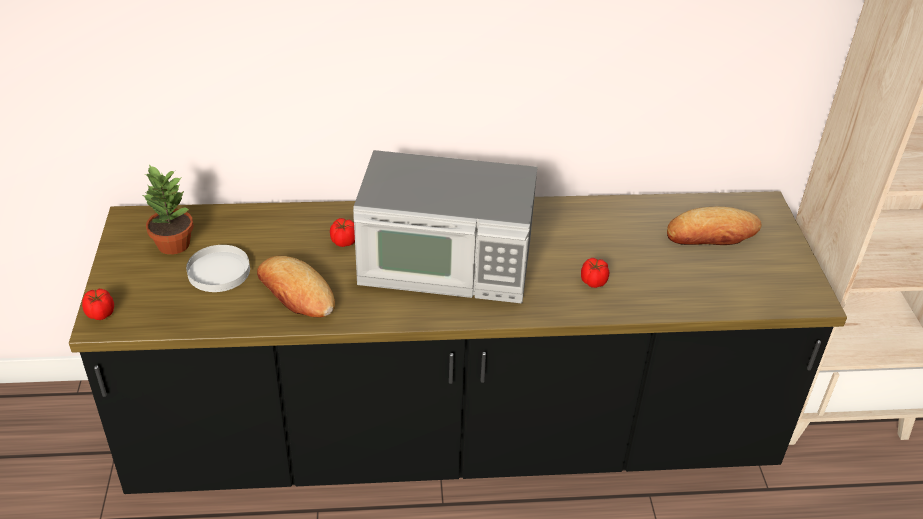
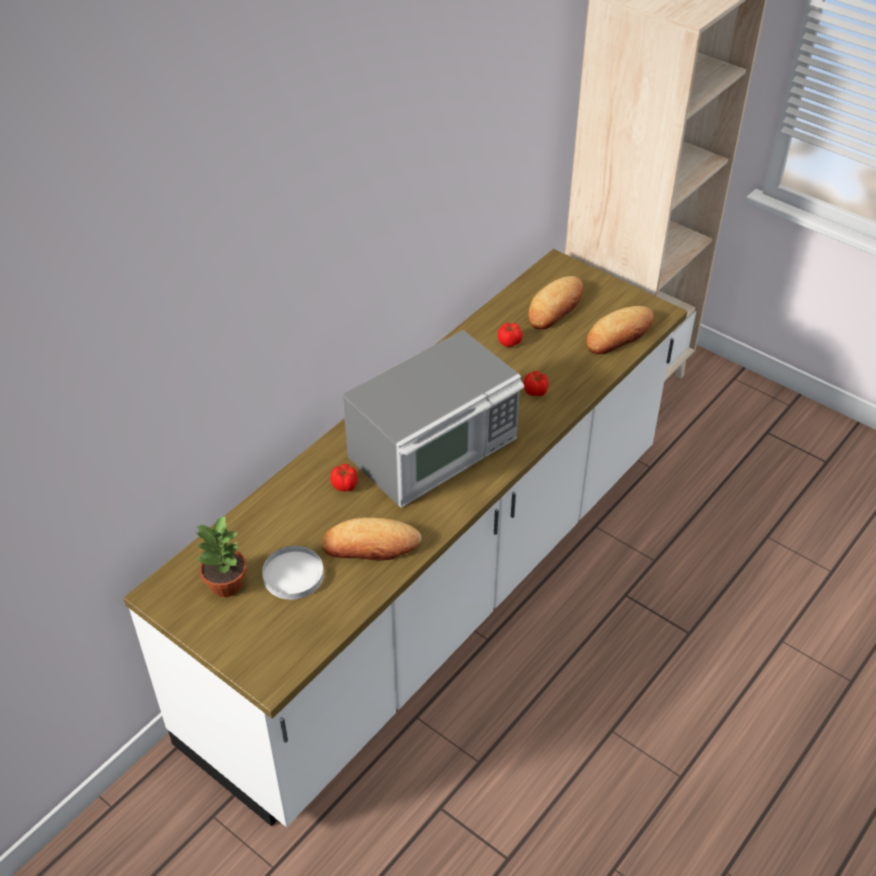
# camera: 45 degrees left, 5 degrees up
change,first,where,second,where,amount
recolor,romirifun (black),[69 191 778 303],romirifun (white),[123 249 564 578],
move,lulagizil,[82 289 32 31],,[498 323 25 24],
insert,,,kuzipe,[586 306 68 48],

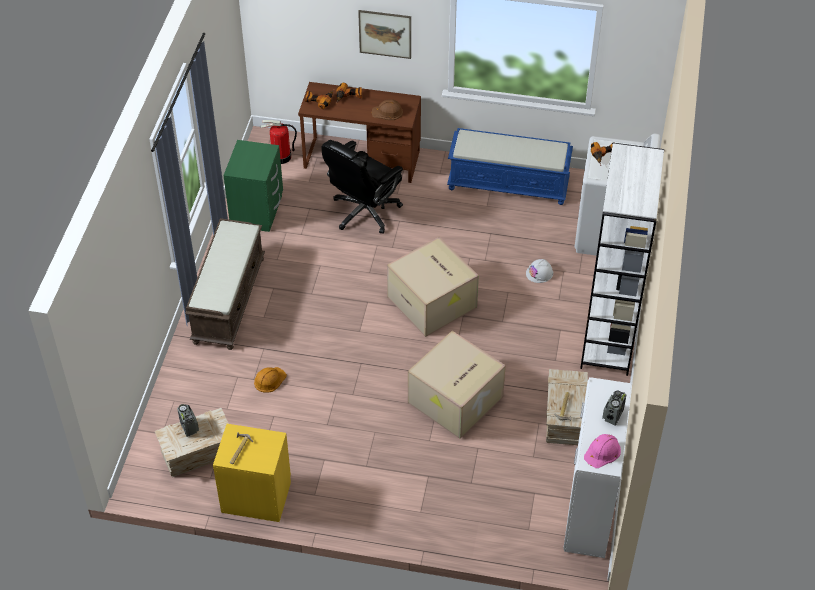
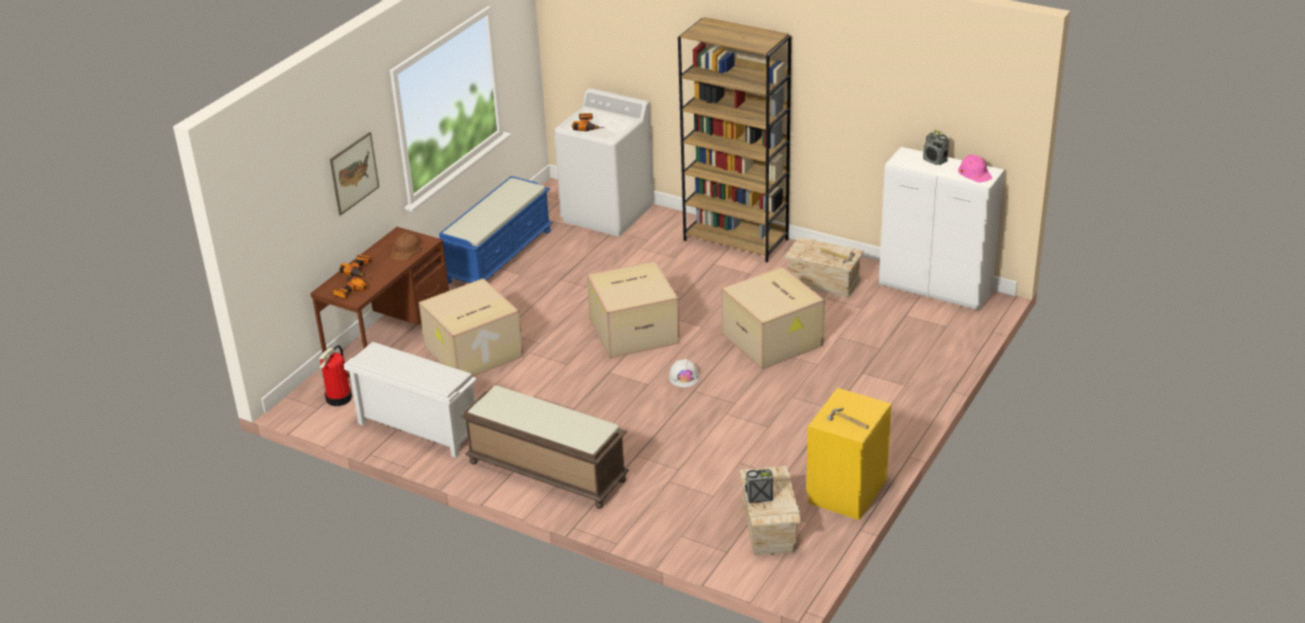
# camera: 70 degrees left, 15 degrees down
change,first,where,second,where,amount
replace,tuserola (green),[223 140 60 92],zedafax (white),[344 342 133 116],
replace,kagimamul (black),[322 140 81 94],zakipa,[419 278 105 99],
recolor,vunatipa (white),[580 143 84 233],vunatipa (brown),[678 17 113 246],
move,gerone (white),[526 259 28 24],,[669 359 31 28],
delete,gerone (orange),[254 367 33 25],,,

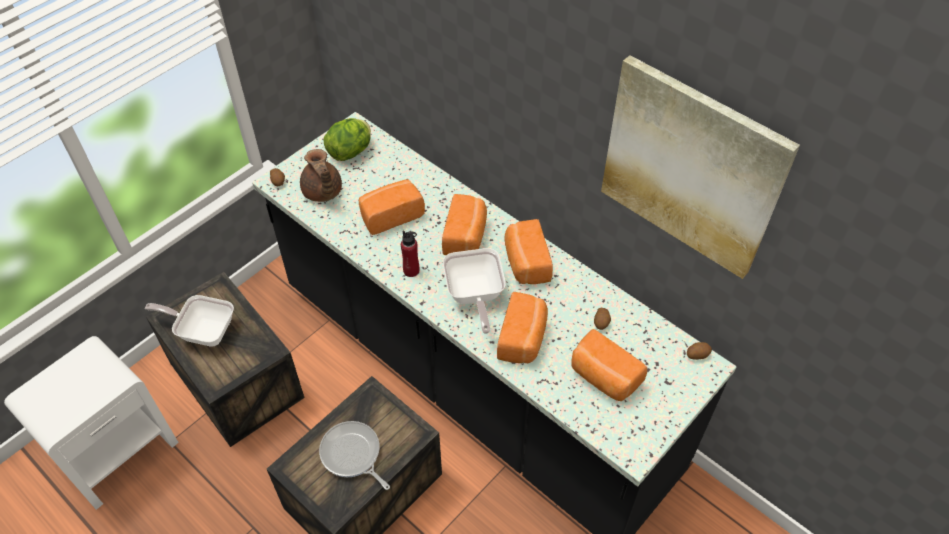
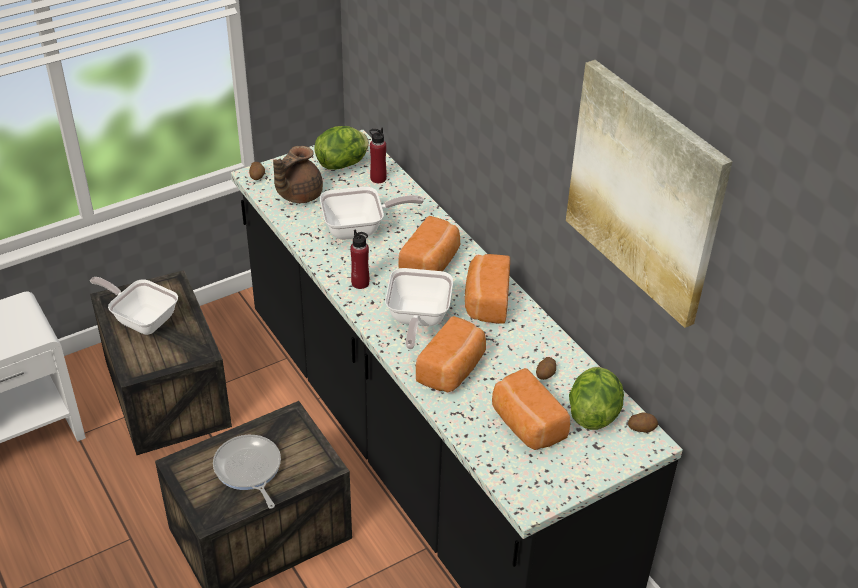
# camera: 15 degrees right, 10 degrees down
change,first,where,second,where,amount
rotate,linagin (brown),[300 149 42 53],,[273 146 50 57],45 degrees clockwise
replace,kuzipe,[359 179 66 56],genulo,[320 187 104 53],
insert,,,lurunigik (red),[369 128 18 55],
insert,,,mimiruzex,[569 367 55 63],

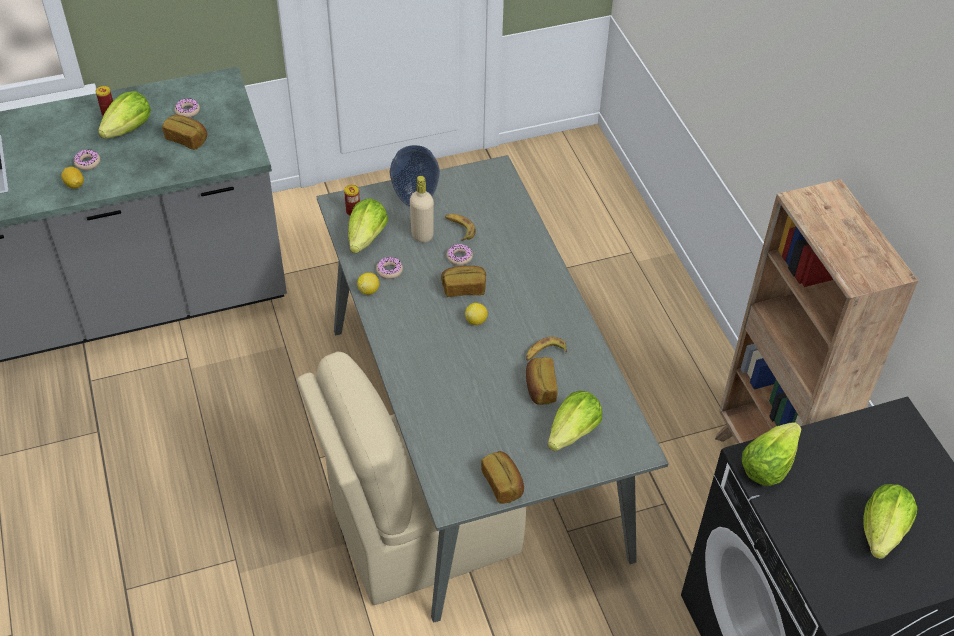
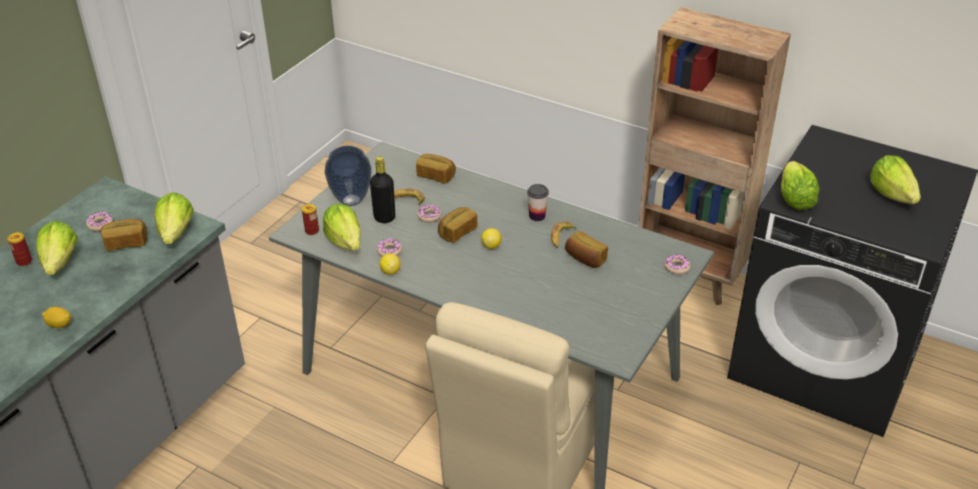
# camera: 40 degrees left, 10 degrees down
change,first,where,second,where,amount
move,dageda,[74 149 26 21],,[665 255 25 20],
recolor,lurunigik (beige),[410 176 24 67],lurunigik (black),[370 157 25 66],
move,mimiruzex,[548 391 54 60],,[155 192 39 52],
move,kuzipe,[481 451 43 53],,[416 154 40 29],
insert,,,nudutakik,[527 184 22 37],

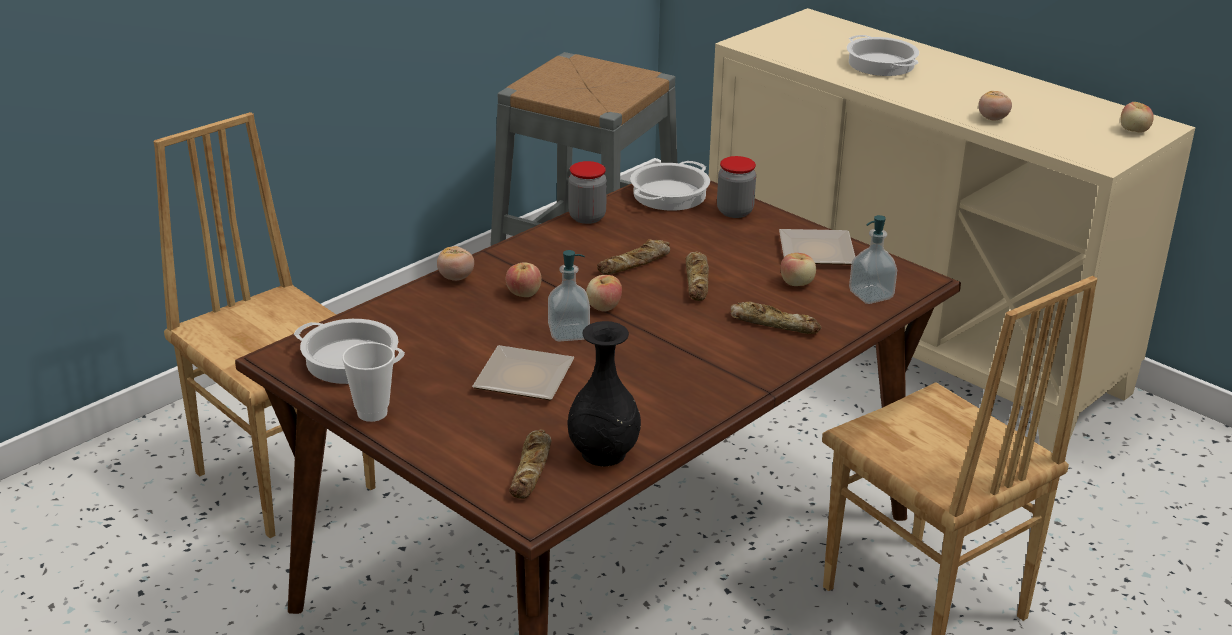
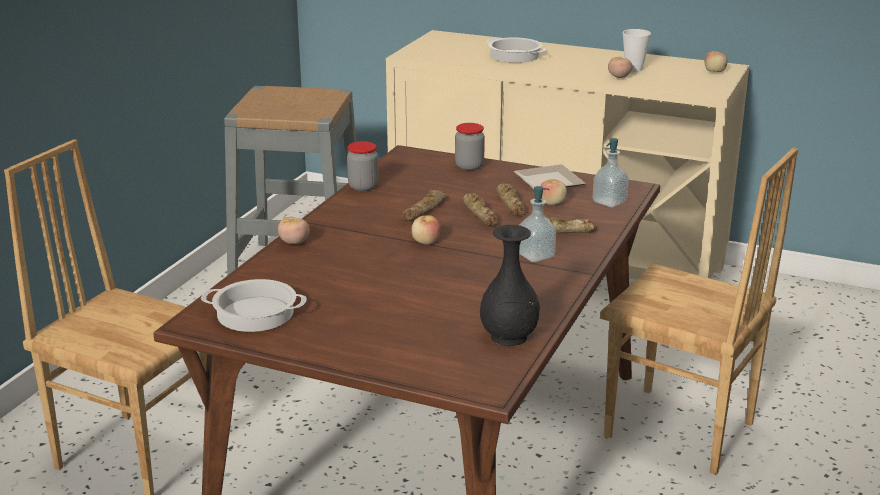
# camera: 20 degrees left, 5 degrees down
change,first,where,second,where,amount
delete,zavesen,[630 161 80 50],,,
move,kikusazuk,[548 250 42 91],,[519 186 37 76],
delete,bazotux,[506 262 35 35],,,
move,nudutakik,[342 342 52 80],,[622 29 29 43],
delete,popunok,[472 345 103 55],,,
move,kuzipe,[509 429 42 70],,[496 183 30 33],

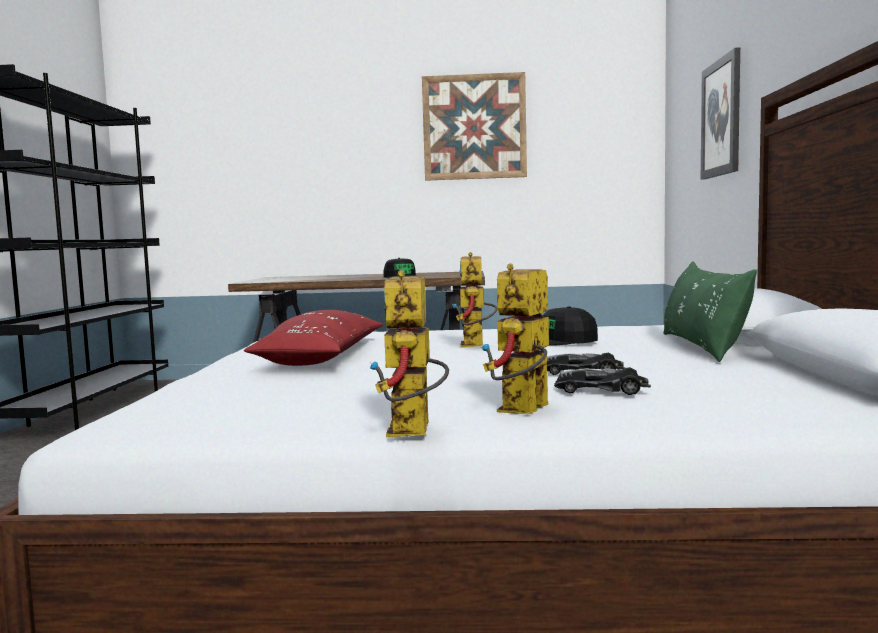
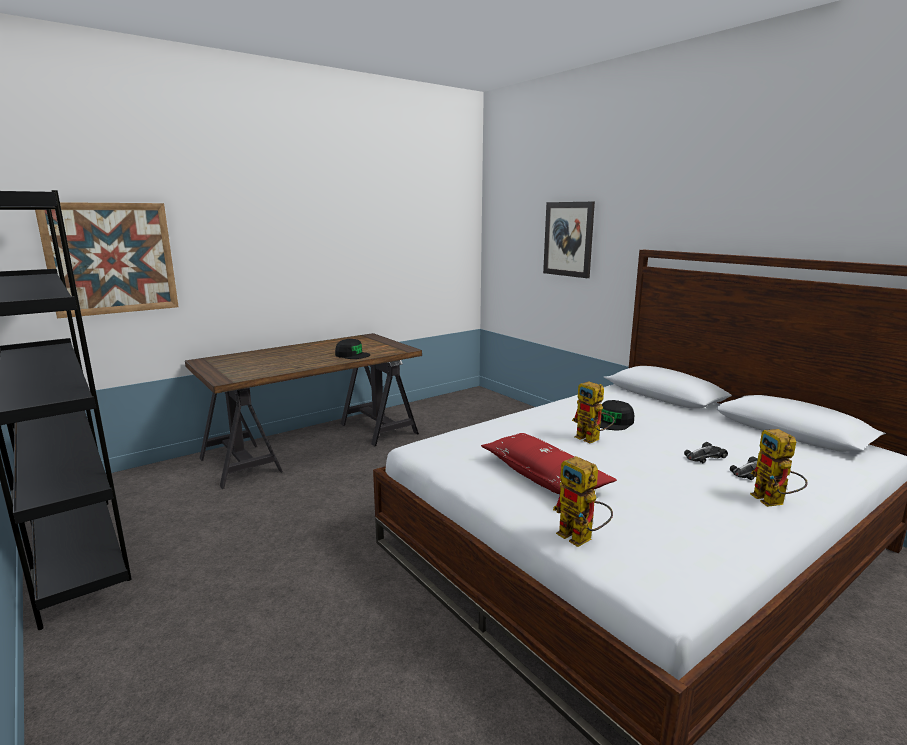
# camera: 40 degrees left, 10 degrees up
change,first,where,second,where,amount
move,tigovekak,[422 72 105 109],,[35 202 144 116],
delete,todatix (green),[663 261 94 101],,,
move,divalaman,[369 270 80 167],,[553 456 60 91],

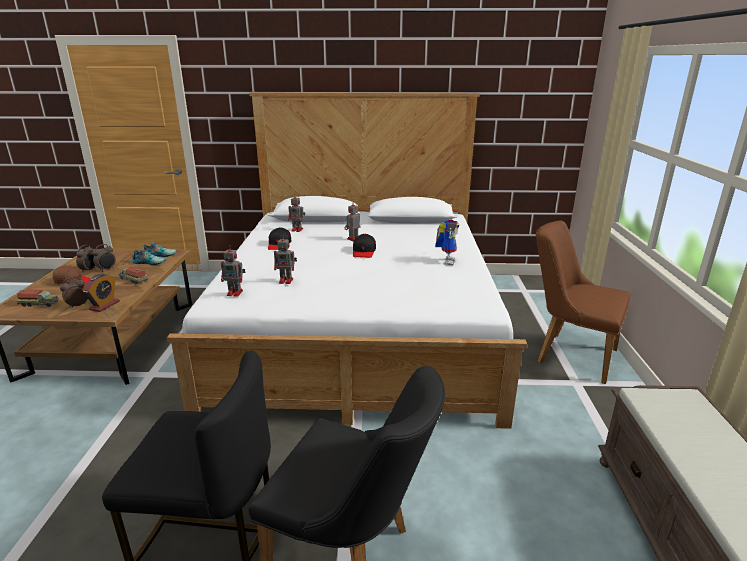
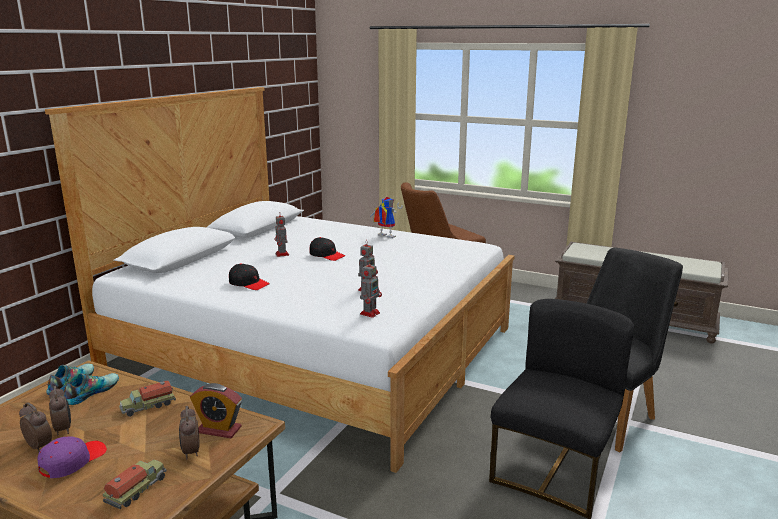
# camera: 65 degrees left, 5 degrees down
change,first,where,second,where,amount
delete,divalaman,[288 196 17 36],,,
recolor,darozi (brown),[53 266 38 19],darozi (purple),[38 436 69 42],
rotate,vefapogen,[82 274 38 38],,[190 383 52 55],150 degrees clockwise

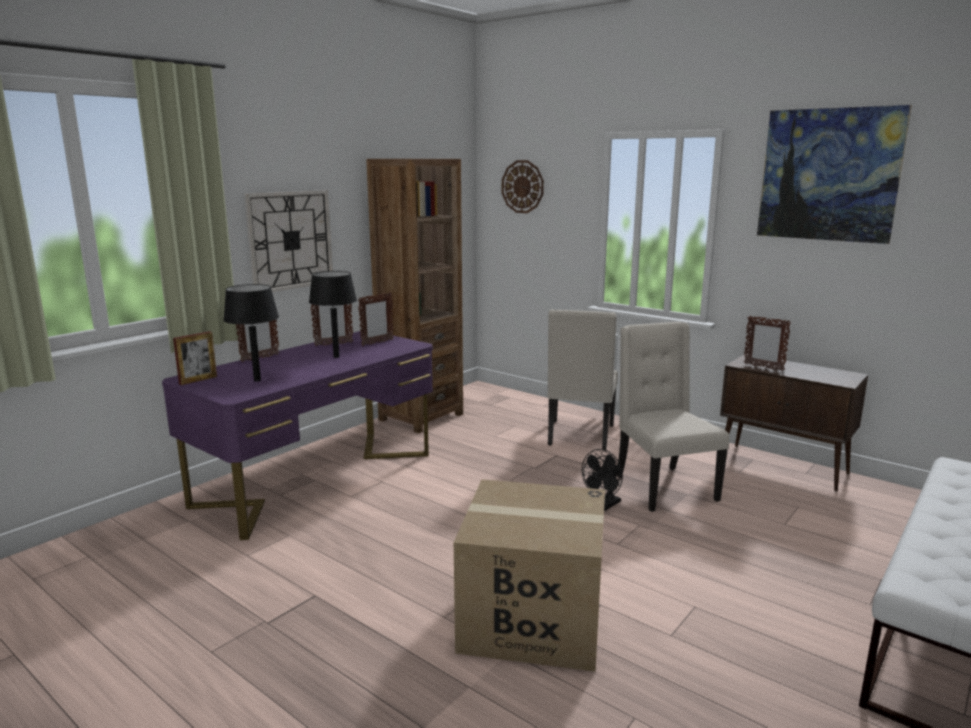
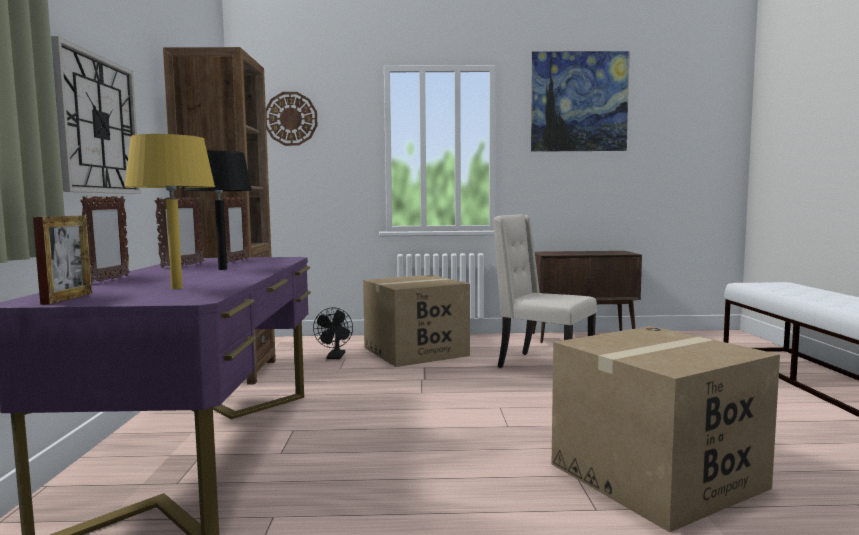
# camera: 40 degrees left, 10 degrees down
change,first,where,second,where,amount
recolor,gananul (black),[223 284 56 98],gananul (yellow),[124 134 91 155],
replace,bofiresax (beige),[547 309 71 141],zakipa,[363 275 107 92],
delete,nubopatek,[744 316 47 55],,,
move,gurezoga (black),[582 449 41 62],,[313 307 40 52],

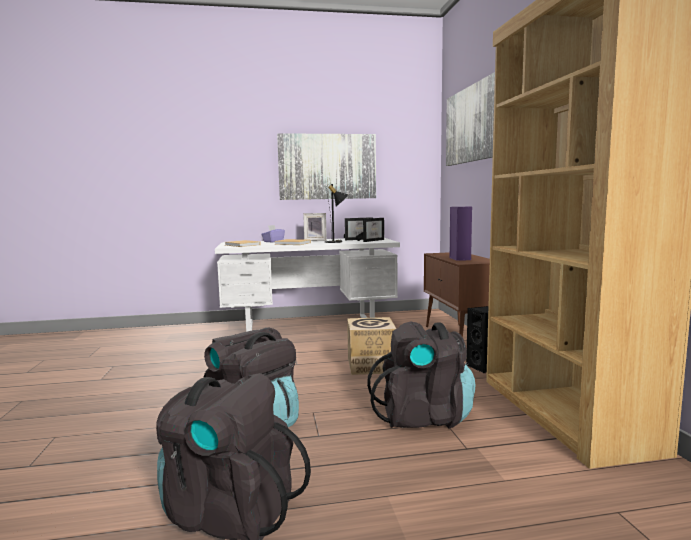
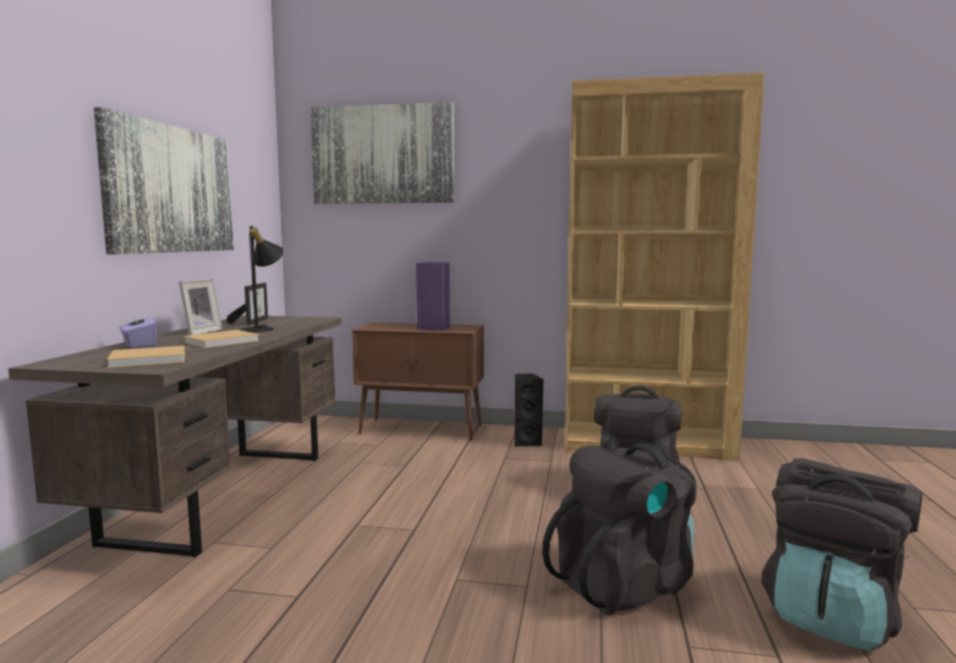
# camera: 70 degrees left, 0 degrees up
change,first,where,second,where,amount
delete,nubopatek,[355 218 29 24],,,
recolor,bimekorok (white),[215 238 185 94],bimekorok (brown),[8 315 334 242],
delete,zakipa,[347 317 49 58],,,

